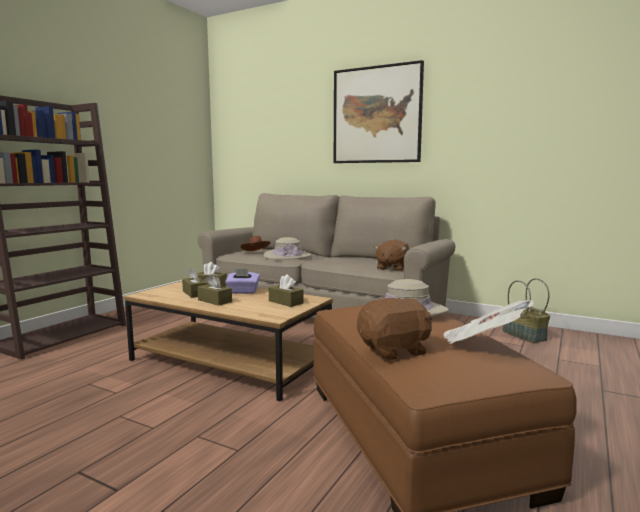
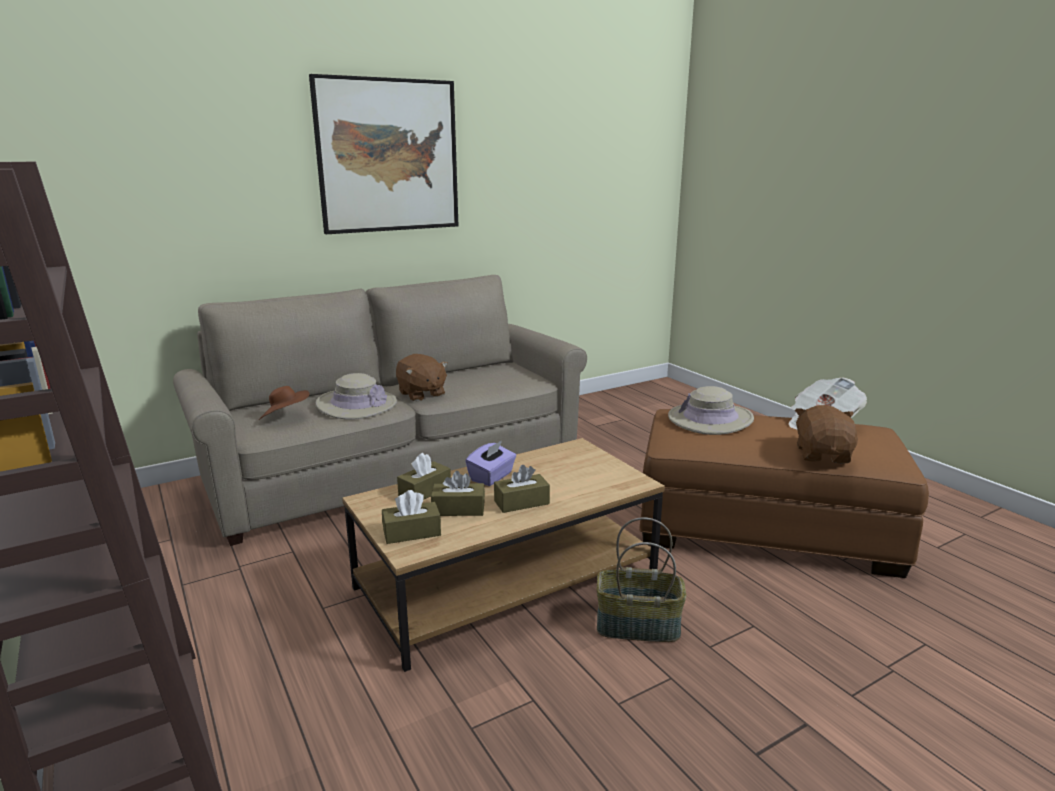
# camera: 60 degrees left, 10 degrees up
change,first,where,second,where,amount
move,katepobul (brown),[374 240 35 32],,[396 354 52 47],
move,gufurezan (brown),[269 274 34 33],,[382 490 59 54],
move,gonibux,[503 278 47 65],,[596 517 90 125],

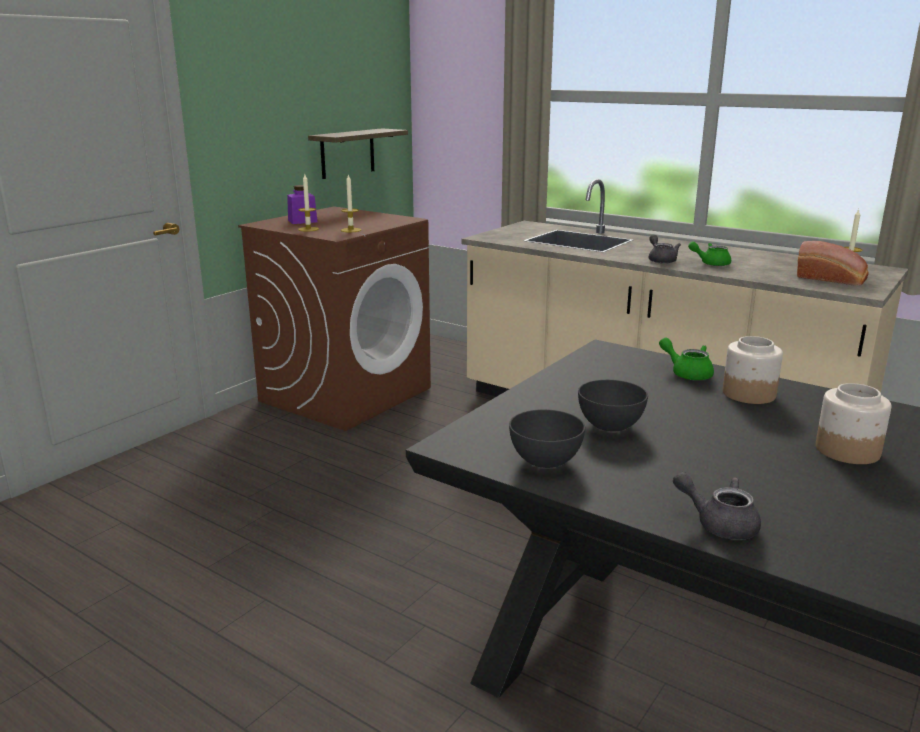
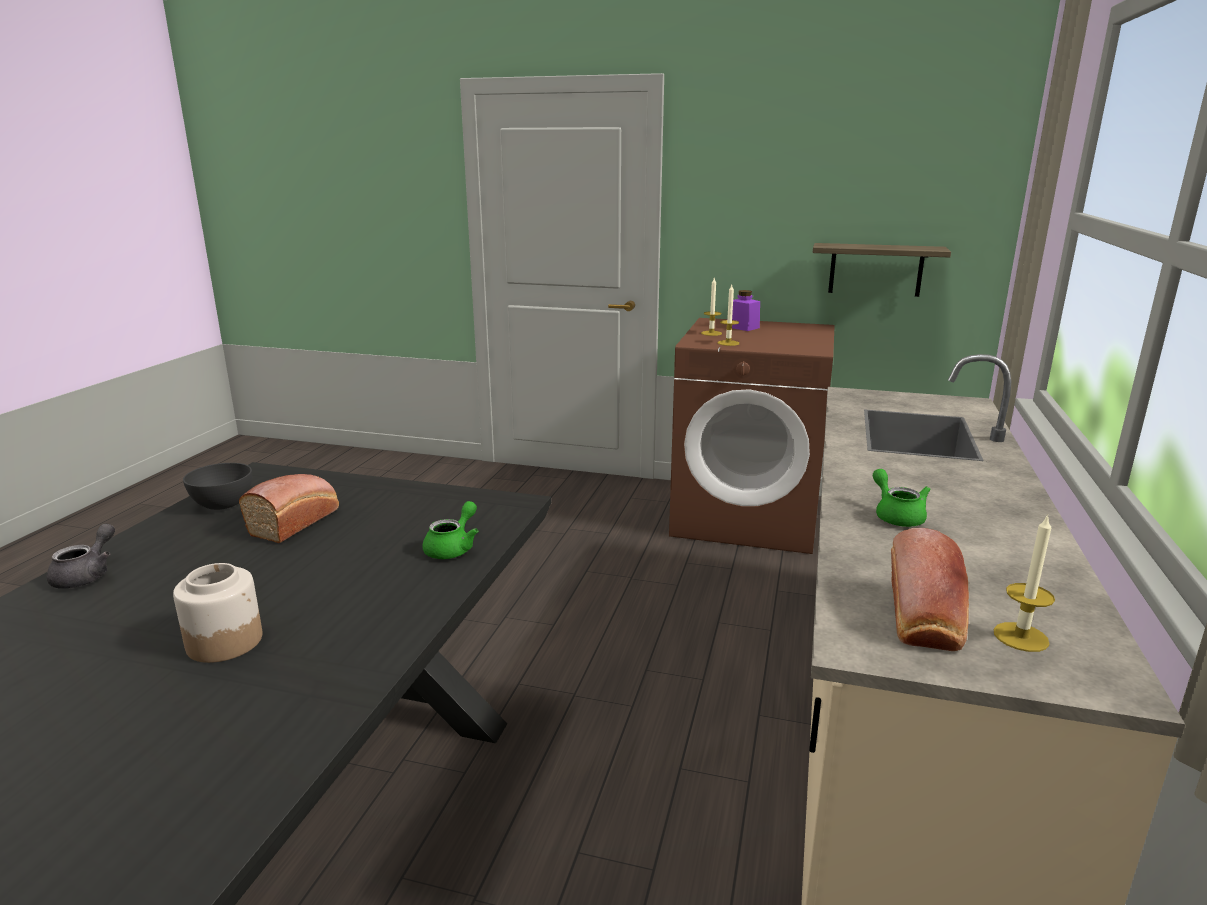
# camera: 70 degrees right, 0 degrees up
change,first,where,second,where,amount
delete,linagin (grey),[649 235 32 29],,,
delete,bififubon,[723 336 60 68],,,
replace,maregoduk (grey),[578 380 70 52],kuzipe,[239 474 100 69],

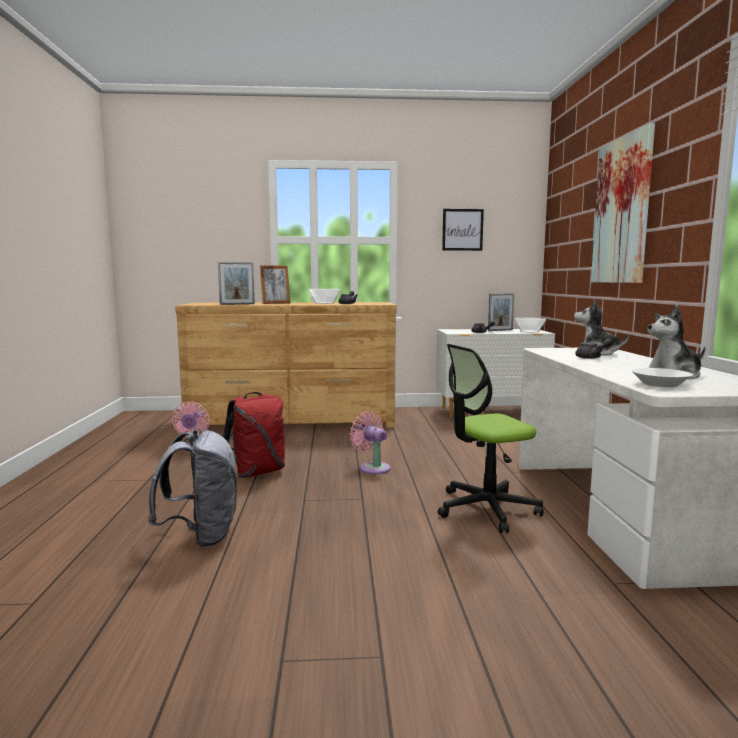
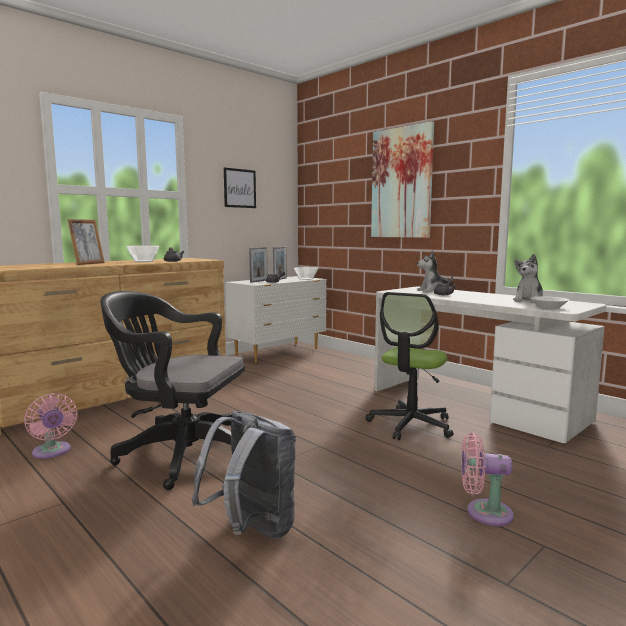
# camera: 40 degrees left, 0 degrees up
change,first,where,second,where,amount
move,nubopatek,[218 262 37 43],,[249 247 19 36],
replace,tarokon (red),[223 392 62 86],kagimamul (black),[100 291 145 199],
move,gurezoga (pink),[350 412 41 62],,[461 433 53 93],

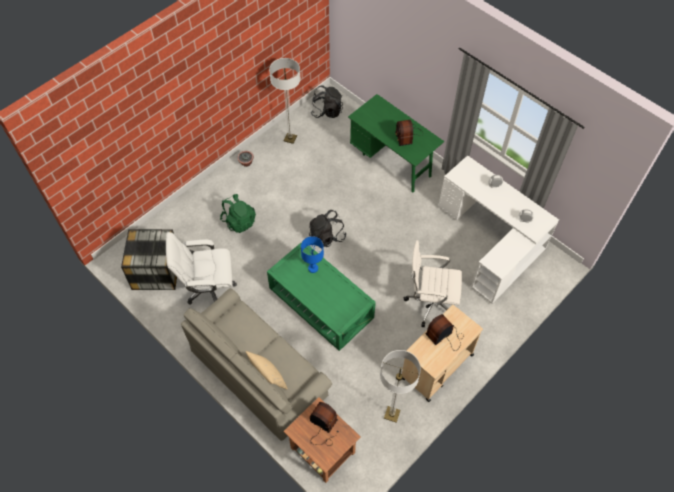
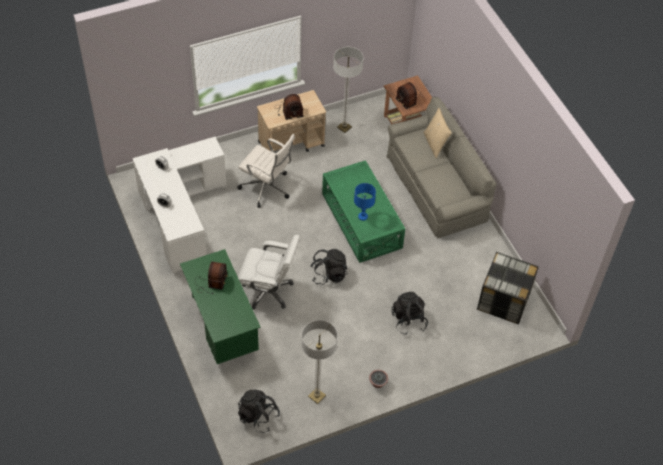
# camera: 160 degrees left, 5 degrees down
change,first,where,second,where,amount
recolor,tarokon (green),[220 194 36 39],tarokon (black),[391 292 37 43],
move,kagimamul (white),[166 232 71 73],,[238 235 62 74],

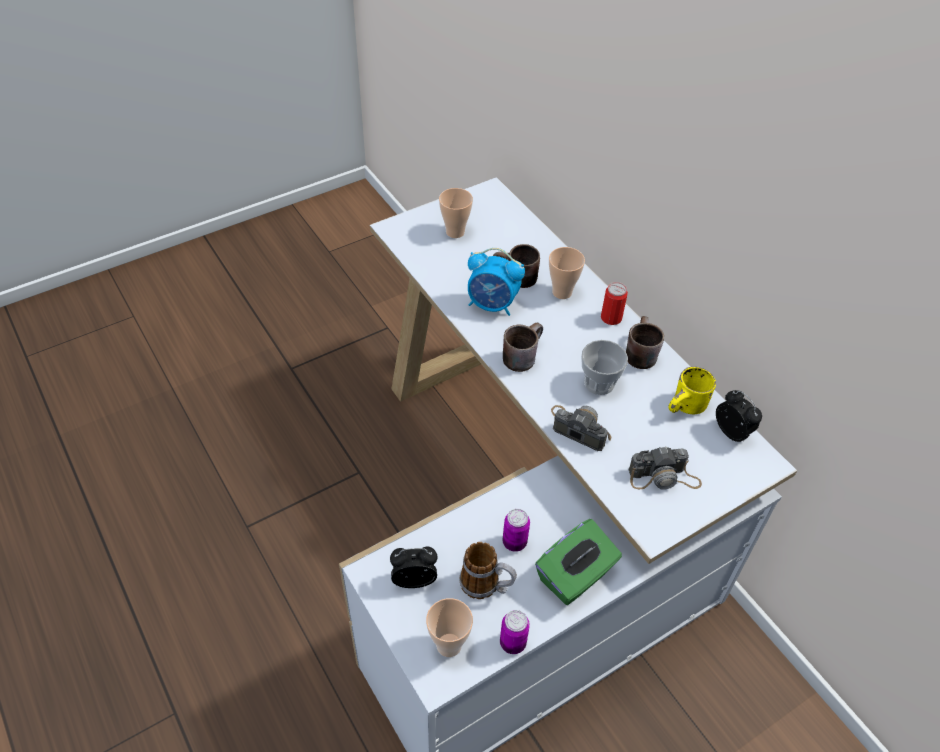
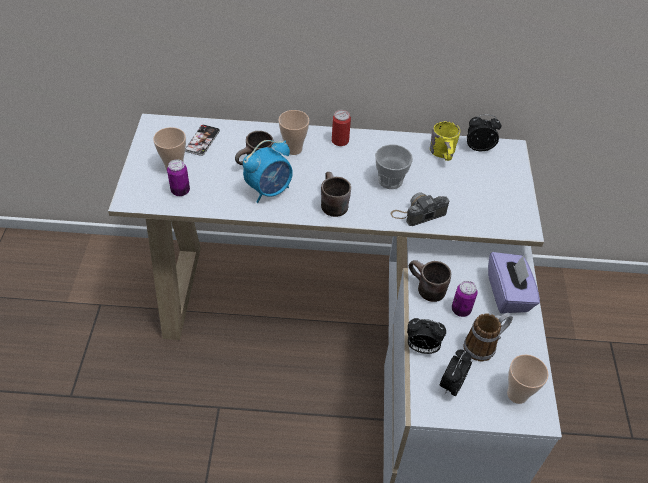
# camera: 55 degrees left, 0 degrees up
change,first,where,second,where,amount
move,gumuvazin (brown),[626 316 38 53],,[409 260 42 42],
delete,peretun,[628 446 74 44],,,
recolor,gufurezan (green),[535 519 87 86],gufurezan (purple),[488 252 52 62],
move,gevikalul,[500 610 30 44],,[167 160 23 36],
insert,,,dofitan,[185 125 35 31],
insert,,,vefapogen,[407 318 39 36],

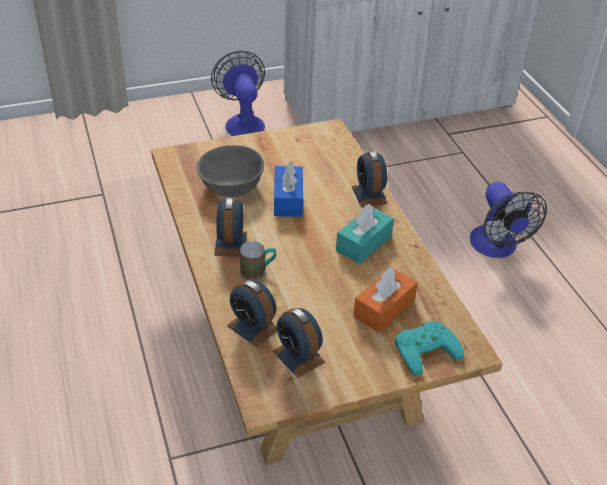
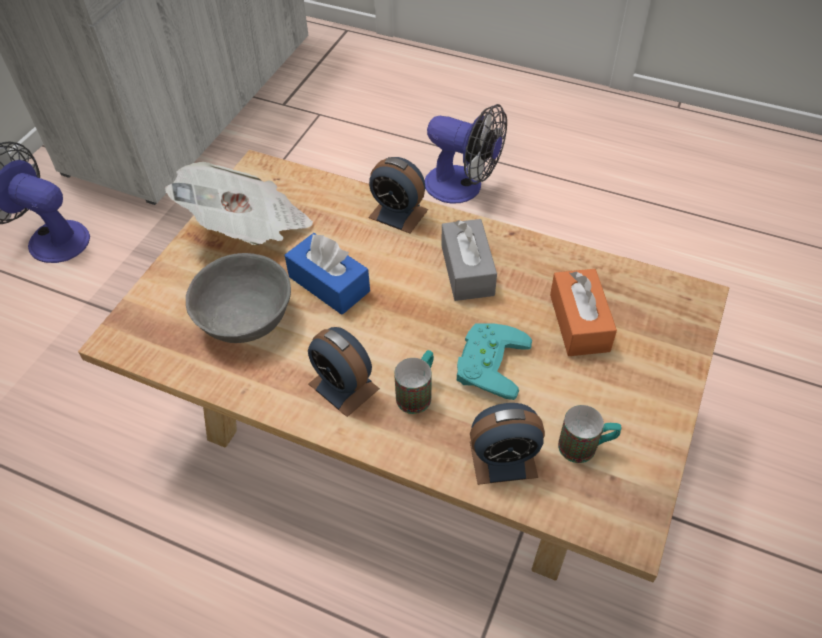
# camera: 45 degrees left, 10 degrees up
change,first,where,second,where,amount
recolor,gufurezan (turquoise),[336 204 58 60],gufurezan (grey),[441 219 56 82],
replace,vefapogen,[272 308 53 70],gumuvazin,[558 405 63 58],
move,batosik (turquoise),[395 321 69 54],,[457 323 75 77],
insert,,,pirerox,[165 162 148 83],

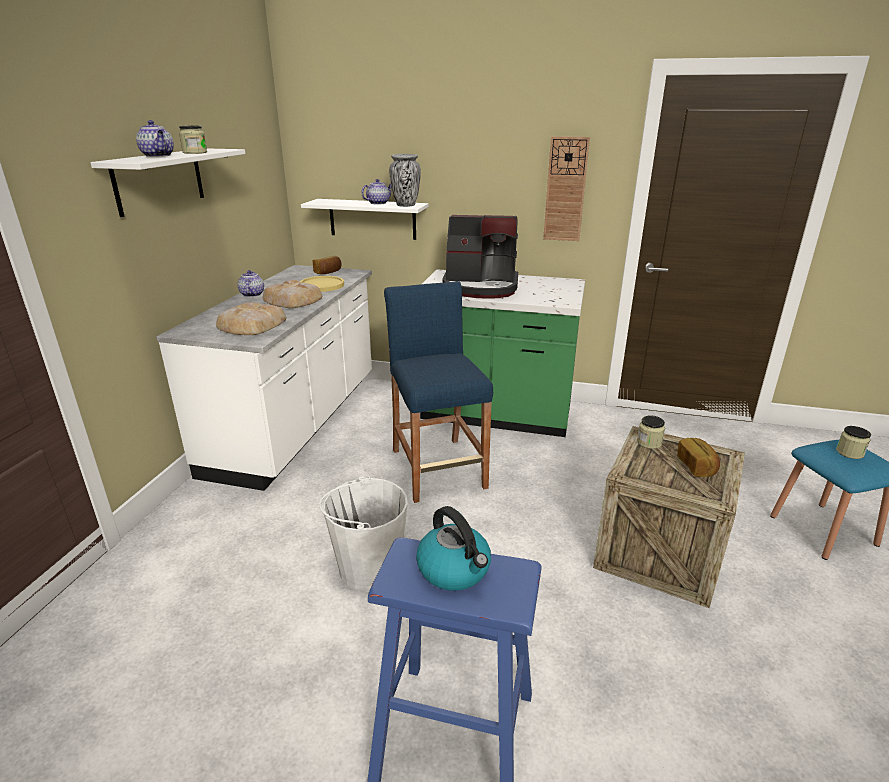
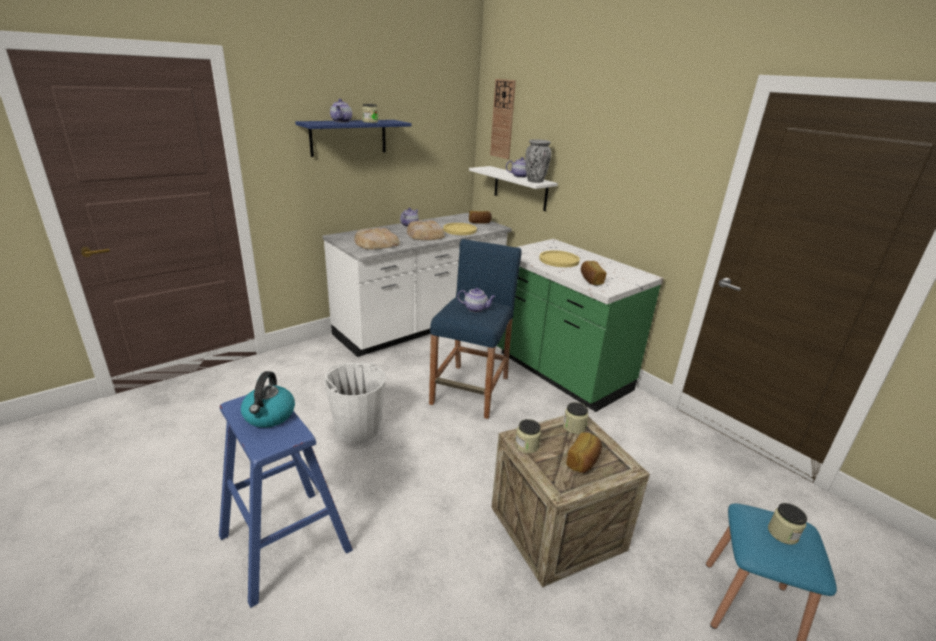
# camera: 35 degrees right, 0 degrees up
change,first,where,second,where,amount
move,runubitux,[543 136 47 105],,[490 79 26 80],
recolor,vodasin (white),[90 148 155 69],vodasin (blue),[295 120 117 37],
replace,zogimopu,[442 215 76 84],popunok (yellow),[539 250 41 17],
insert,,,kuzipe,[581 261 25 24],
insert,,,linagin,[457 288 39 24],
insert,,,bififubon,[515 419 26 34],

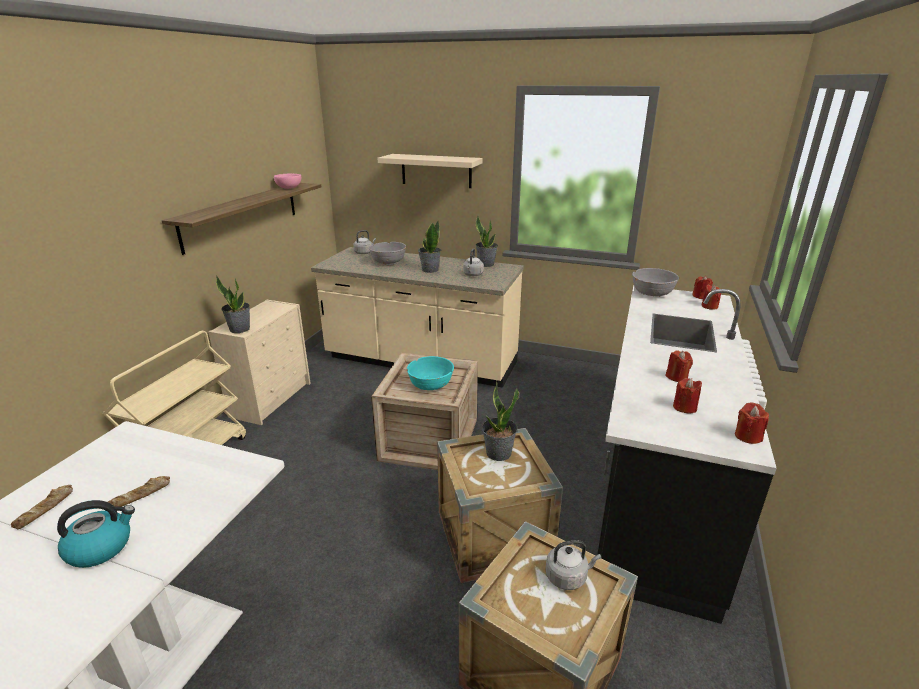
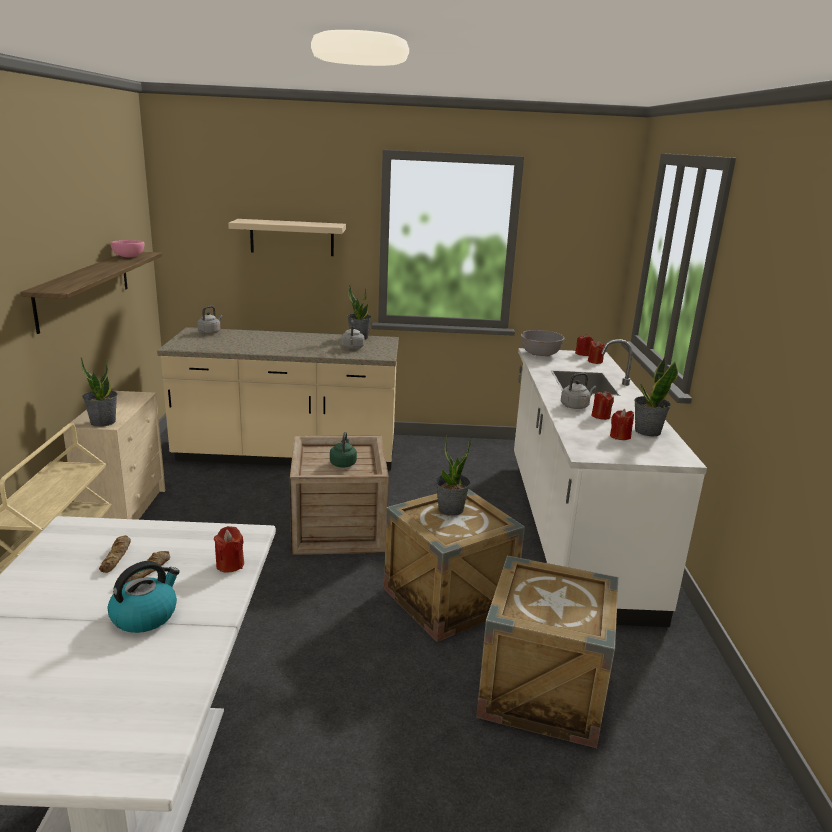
# camera: 20 degrees left, 5 degrees down
change,first,where,second,where,amount
move,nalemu,[418 221 23 52],,[634 357 44 80],
delete,maregoduk (grey),[369 242 37 23],,,
recolor,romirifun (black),[597 285 180 339],romirifun (white),[514 339 193 288],
replace,maregoduk (turquoise),[407 356 47 34],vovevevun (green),[330 432 27 35],
move,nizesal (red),[735 402 34 42],,[214 526 30 46],
move,kuzipe,[11 485 62 44],,[99 535 32 38],
move,vovevevun (grey),[545 540 56 50],,[561 373 35 36],

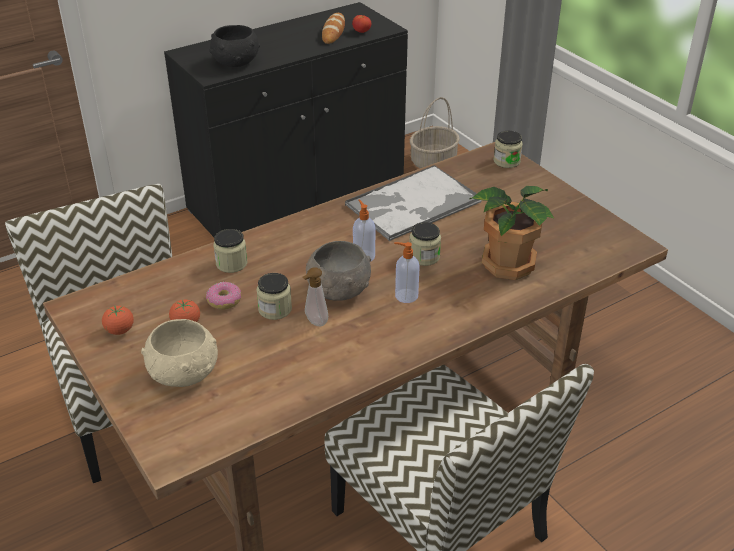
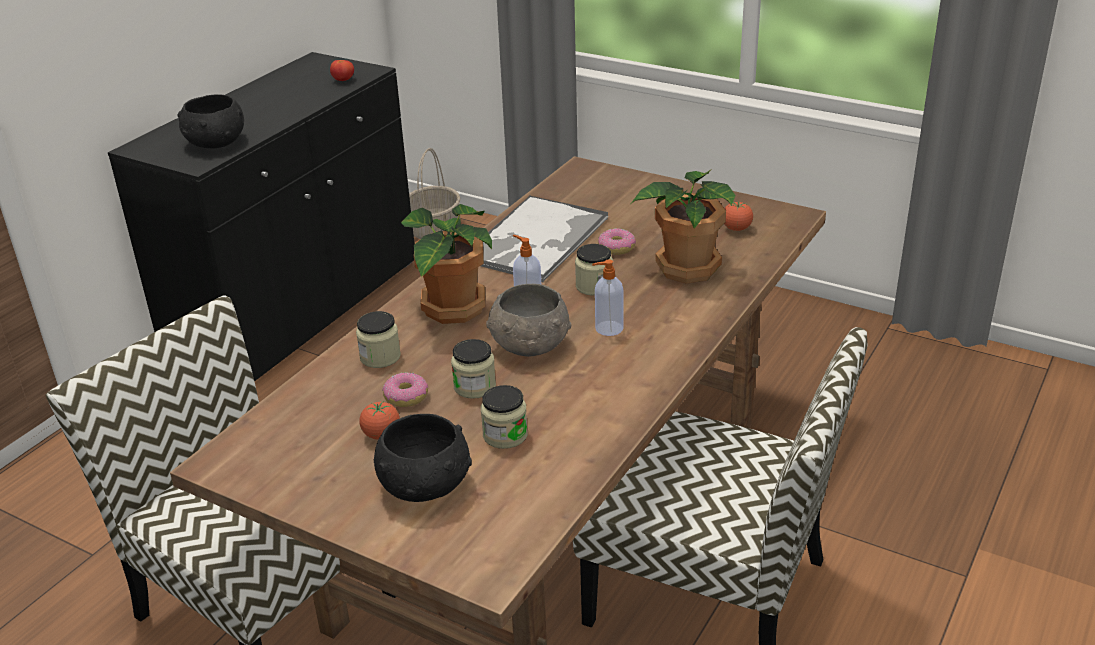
# camera: 25 degrees left, 5 degrees down
change,first,where,second,where,amount
delete,kuzipe,[322 13 23 31],,,
move,bififubon,[494 131 29 37],,[481 385 47 64],
delete,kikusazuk,[302 267 26 59],,,
move,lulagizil,[102 305 32 30],,[724 201 29 30],
recolor,maregoduk (beige),[141 319 77 68],maregoduk (black),[374 414 98 88],
insert,,,nalemu,[401 204 91 120],
insert,,,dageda,[598 228 38 27],

